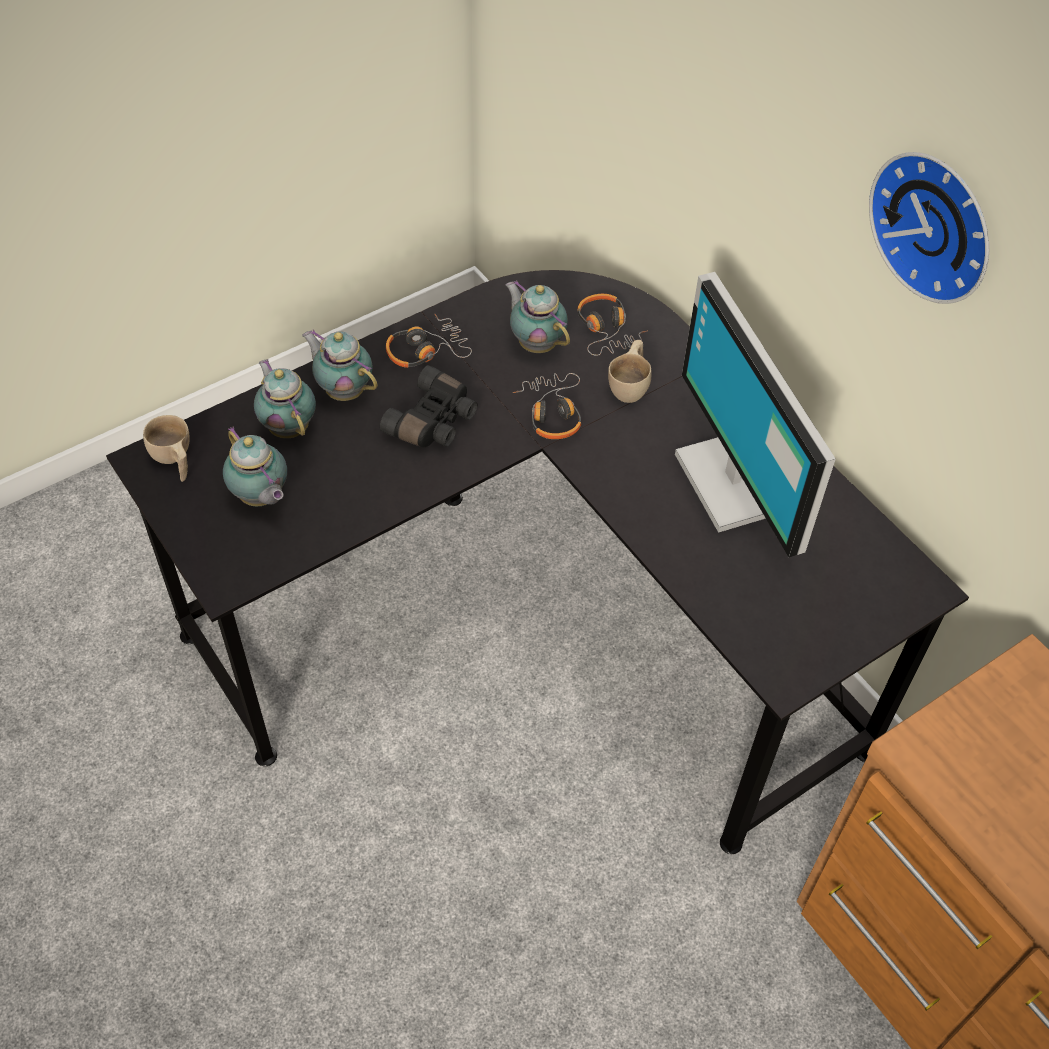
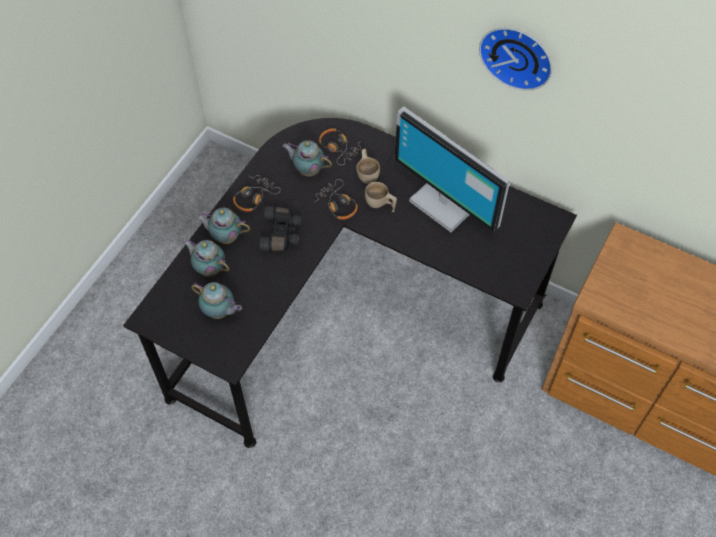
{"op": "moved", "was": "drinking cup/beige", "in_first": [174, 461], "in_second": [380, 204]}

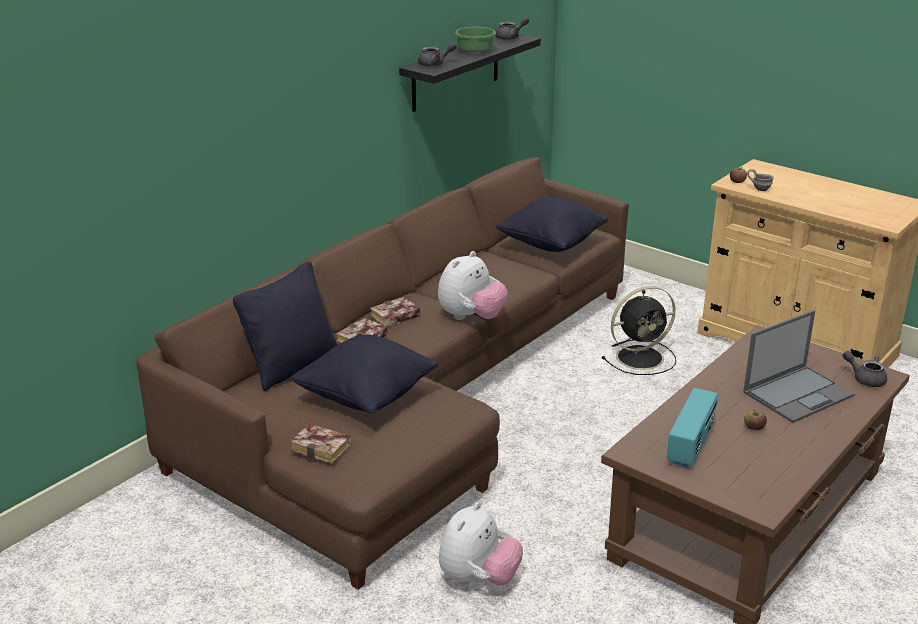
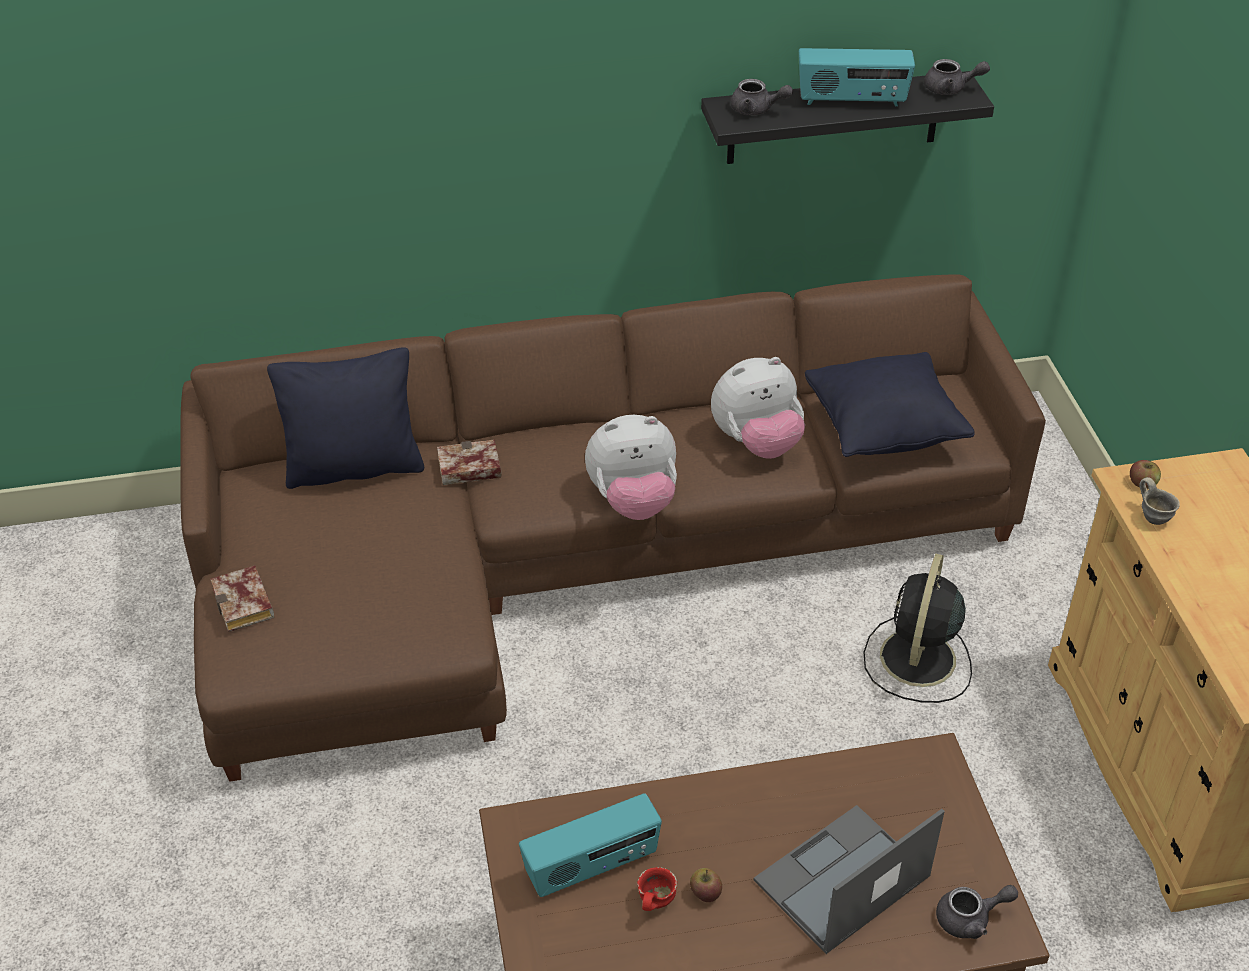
{"op": "added", "now": "coffee mug/red-coloured", "in_second": [653, 902]}
{"op": "moved", "was": "plush toy", "in_first": [478, 579], "in_second": [756, 443]}
{"op": "turned", "was": "portable computer", "in_first": [798, 393], "in_second": [841, 880], "clockwise": 135}
{"op": "replaced", "was": "serving bowl/green-coloured", "now": "radio receiver", "in_first": [474, 51], "in_second": [852, 101]}
{"op": "turned", "was": "cooling fan/blackish", "in_first": [641, 357], "in_second": [917, 660], "clockwise": 90}
{"op": "turned", "was": "tea pot/grey", "in_first": [865, 378], "in_second": [970, 919], "clockwise": 90}
{"op": "removed", "was": "throw pillow/blackish", "in_first": [366, 397]}
{"op": "removed", "was": "book", "in_first": [394, 317]}

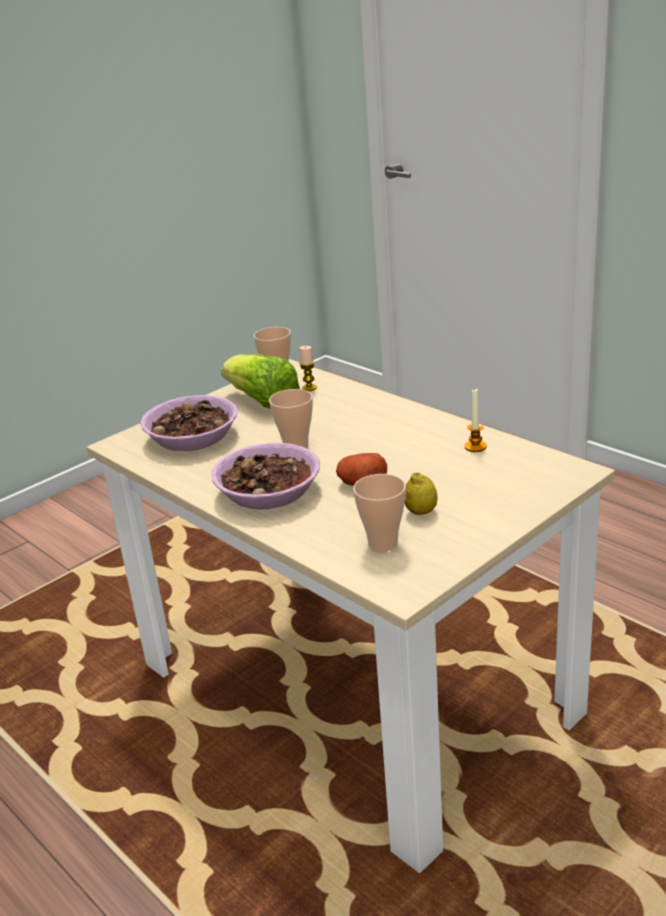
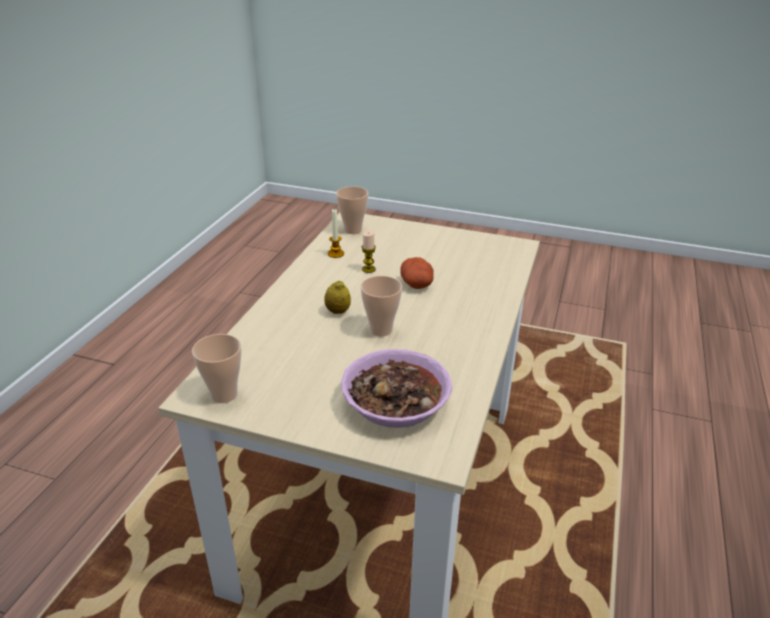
{"op": "moved", "was": "whole lemon", "in_first": [421, 512], "in_second": [338, 311]}
{"op": "moved", "was": "drinking cup", "in_first": [383, 543], "in_second": [353, 230]}
{"op": "moved", "was": "wax light", "in_first": [309, 388], "in_second": [368, 269]}
{"op": "removed", "was": "serving bowl", "in_first": [267, 491]}
{"op": "removed", "was": "lettuce head", "in_first": [262, 402]}

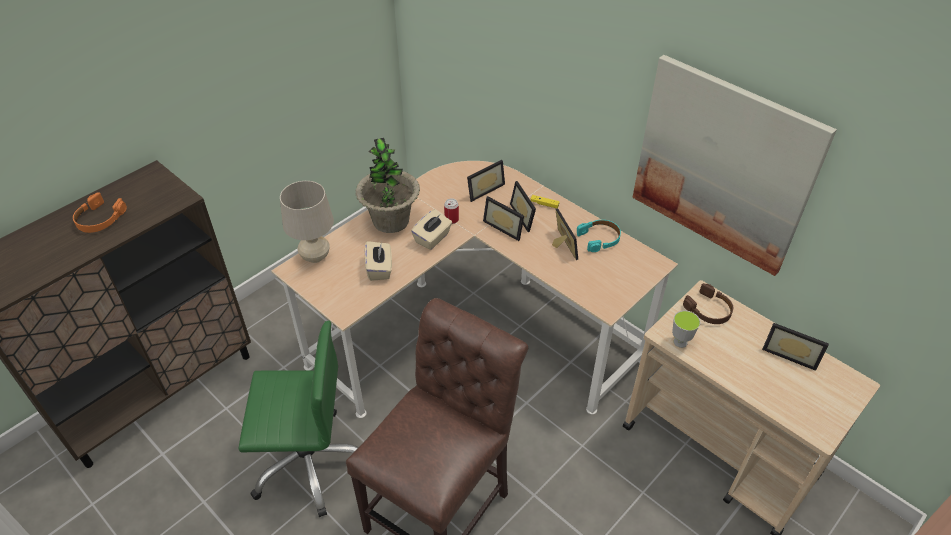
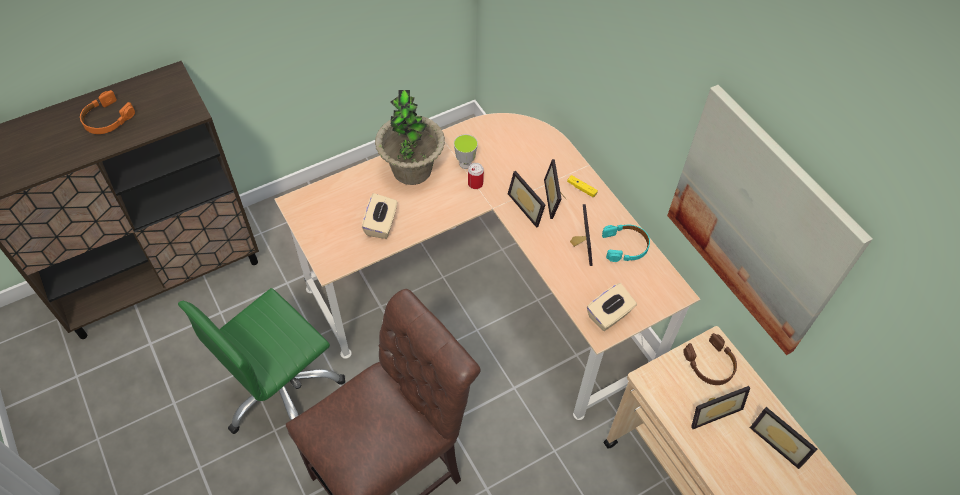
{"op": "turned", "was": "office chair/green-coloured", "in_first": [310, 461], "in_second": [282, 390], "clockwise": 120}
{"op": "moved", "was": "drinking cup", "in_first": [680, 342], "in_second": [465, 164]}
{"op": "moved", "was": "box of tissues/beige", "in_first": [432, 238], "in_second": [609, 315]}
{"op": "moved", "was": "photo frame", "in_first": [483, 189], "in_second": [712, 409]}
{"op": "removed", "was": "tabletop lamp/beige", "in_first": [315, 257]}

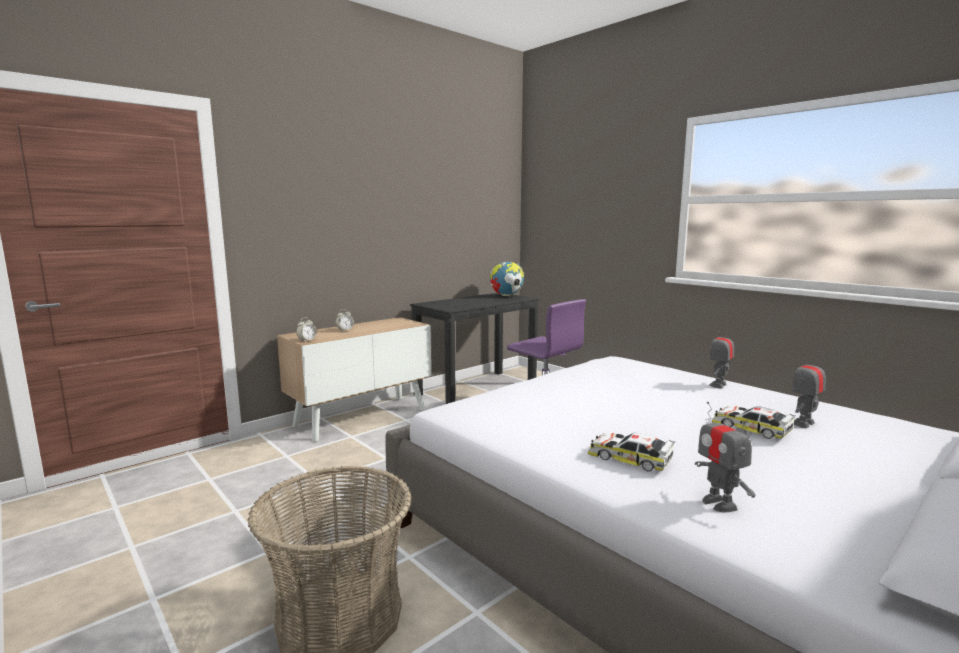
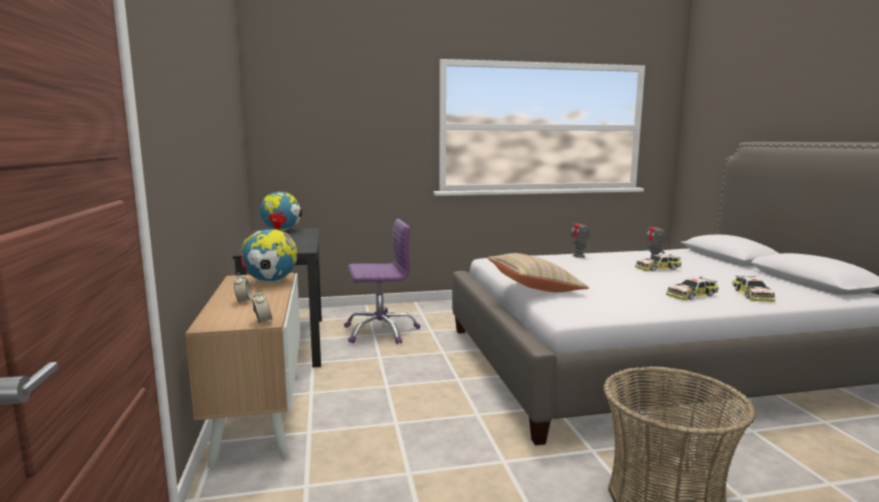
{"op": "added", "now": "world globe", "in_second": [271, 282]}
{"op": "added", "now": "throw pillow/beige", "in_second": [534, 288]}
{"op": "replaced", "was": "robot figure", "now": "toy car", "in_first": [719, 503], "in_second": [752, 295]}

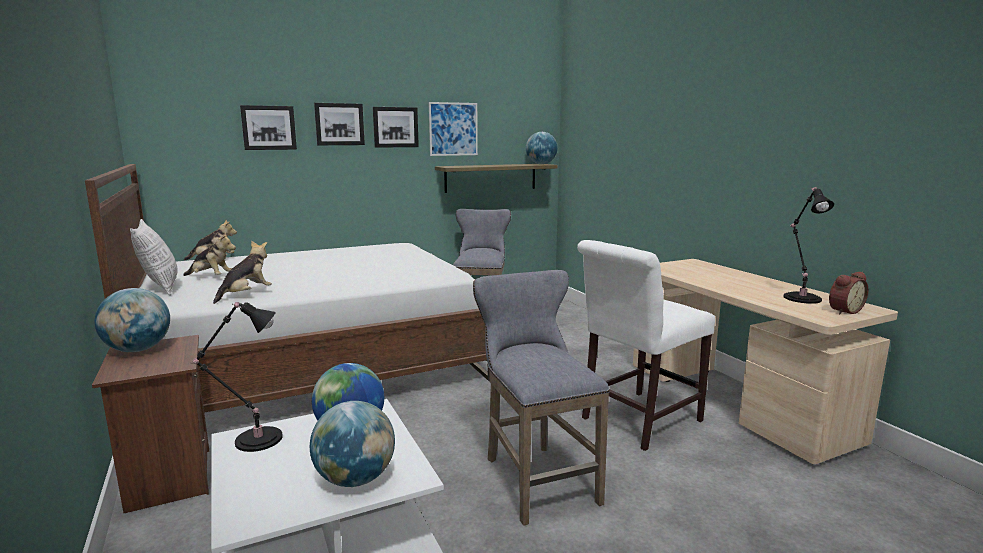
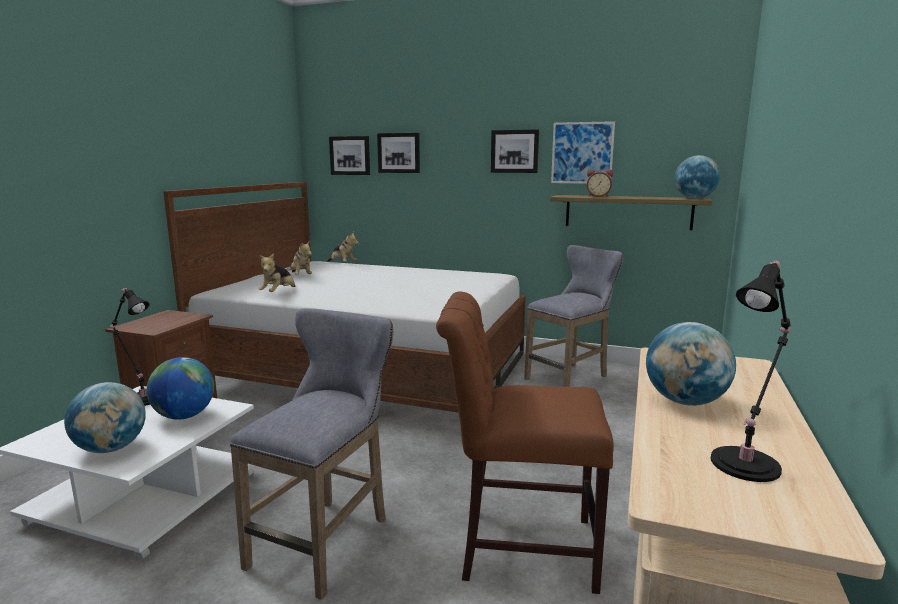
{"op": "turned", "was": "plush toy", "in_first": [246, 295], "in_second": [278, 293], "clockwise": 120}
{"op": "moved", "was": "wall art", "in_first": [339, 124], "in_second": [350, 155]}
{"op": "recoloured", "was": "chair/white", "now": "chair/brown", "in_first": [636, 421], "in_second": [519, 546]}
{"op": "moved", "was": "table clock", "in_first": [843, 311], "in_second": [598, 196]}
{"op": "moved", "was": "world globe", "in_first": [138, 350], "in_second": [685, 402]}
{"op": "removed", "was": "throw pillow", "in_first": [161, 288]}

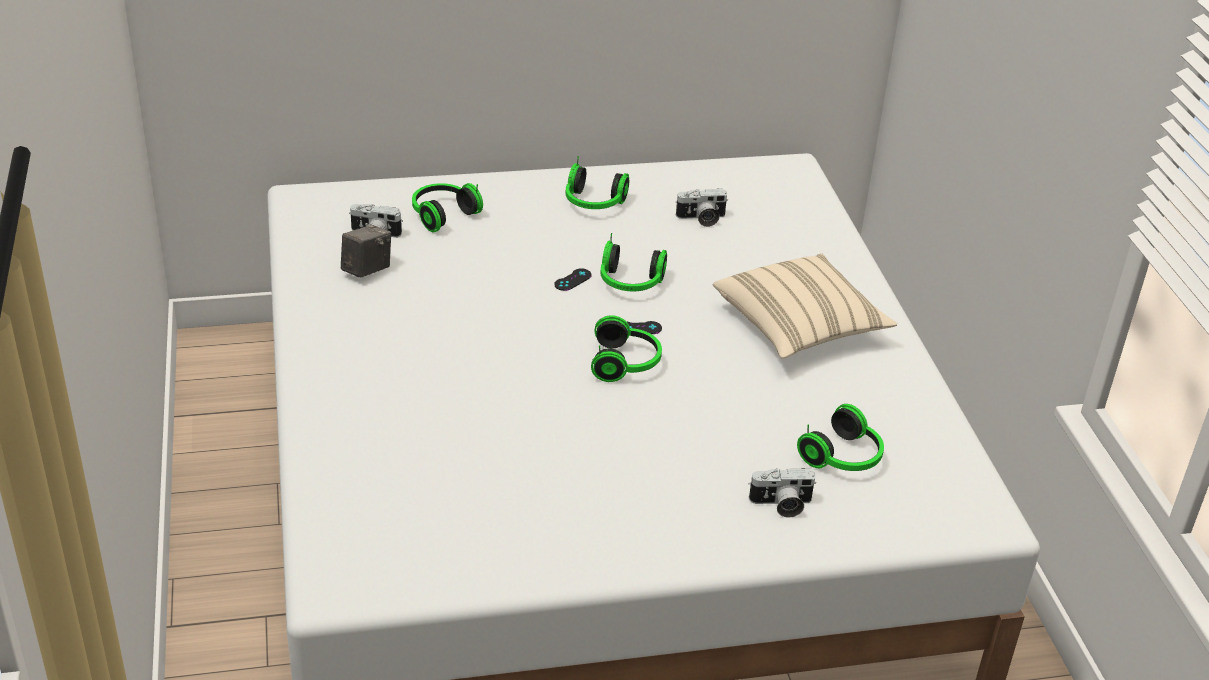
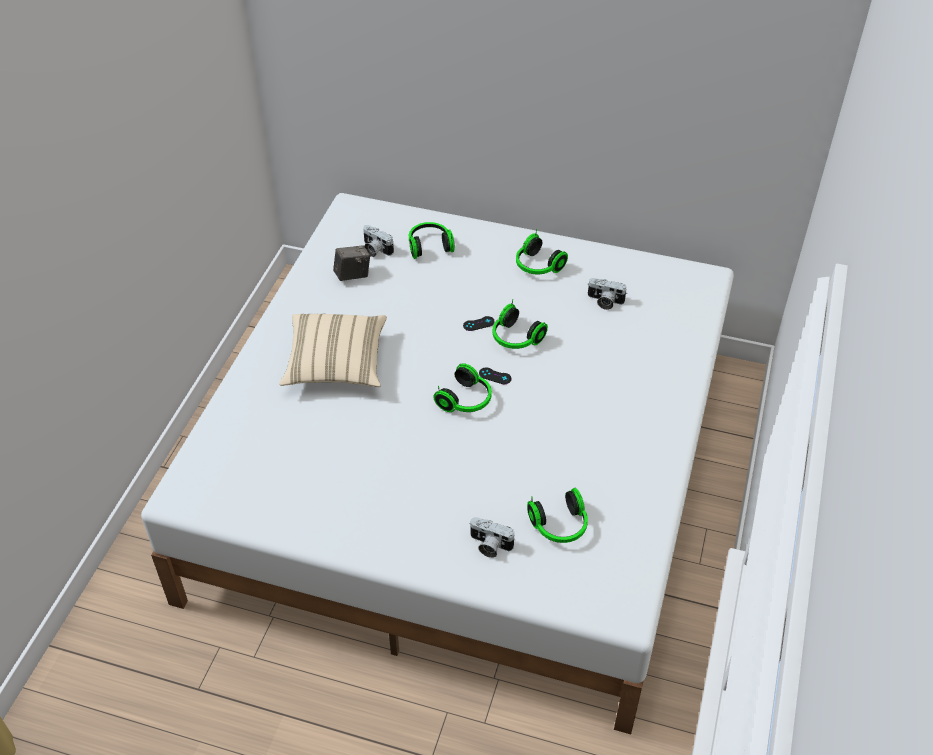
{"op": "moved", "was": "throw pillow/beige", "in_first": [799, 327], "in_second": [336, 364]}

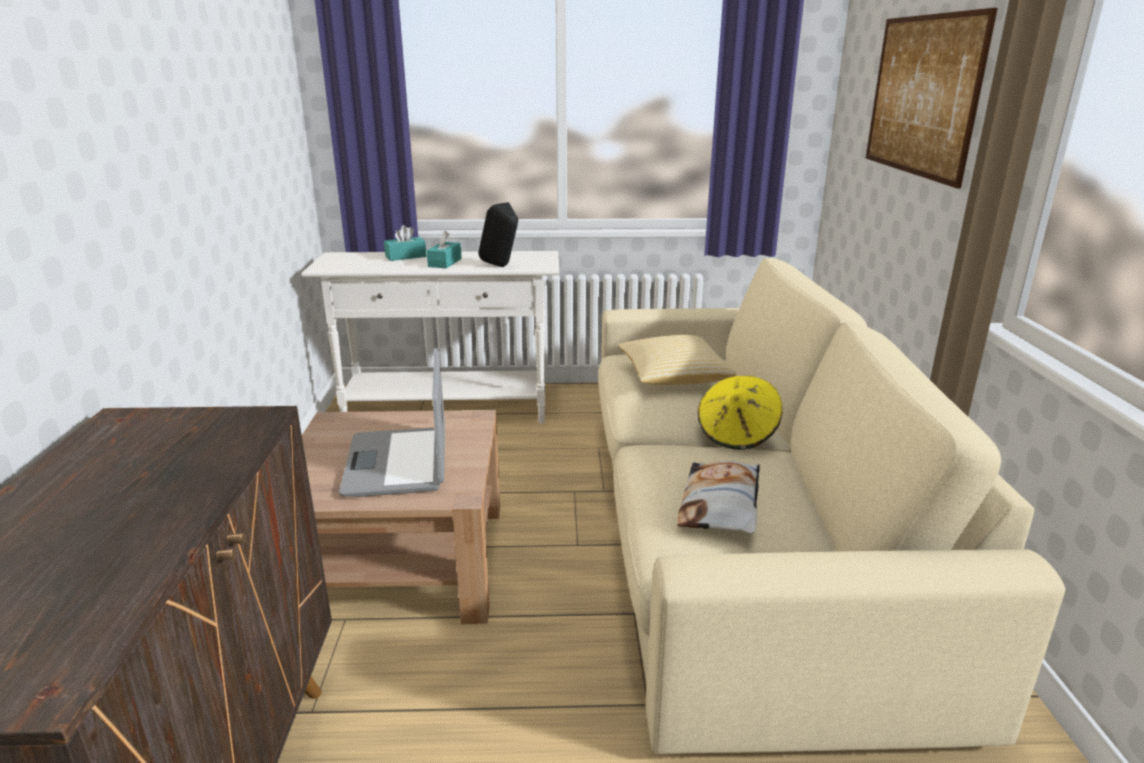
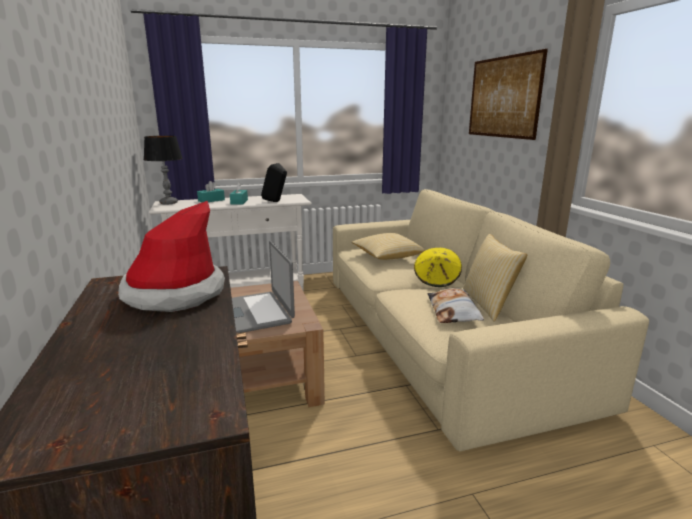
{"op": "added", "now": "wearable hat", "in_second": [174, 293]}
{"op": "added", "now": "tabletop lamp", "in_second": [168, 203]}
{"op": "added", "now": "throw pillow", "in_second": [488, 305]}

